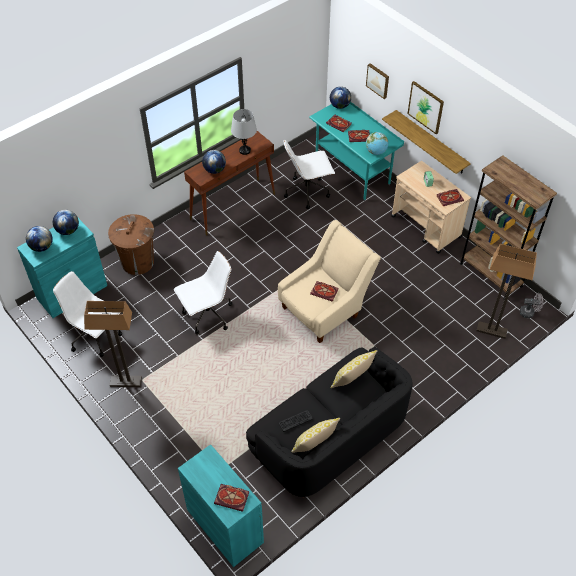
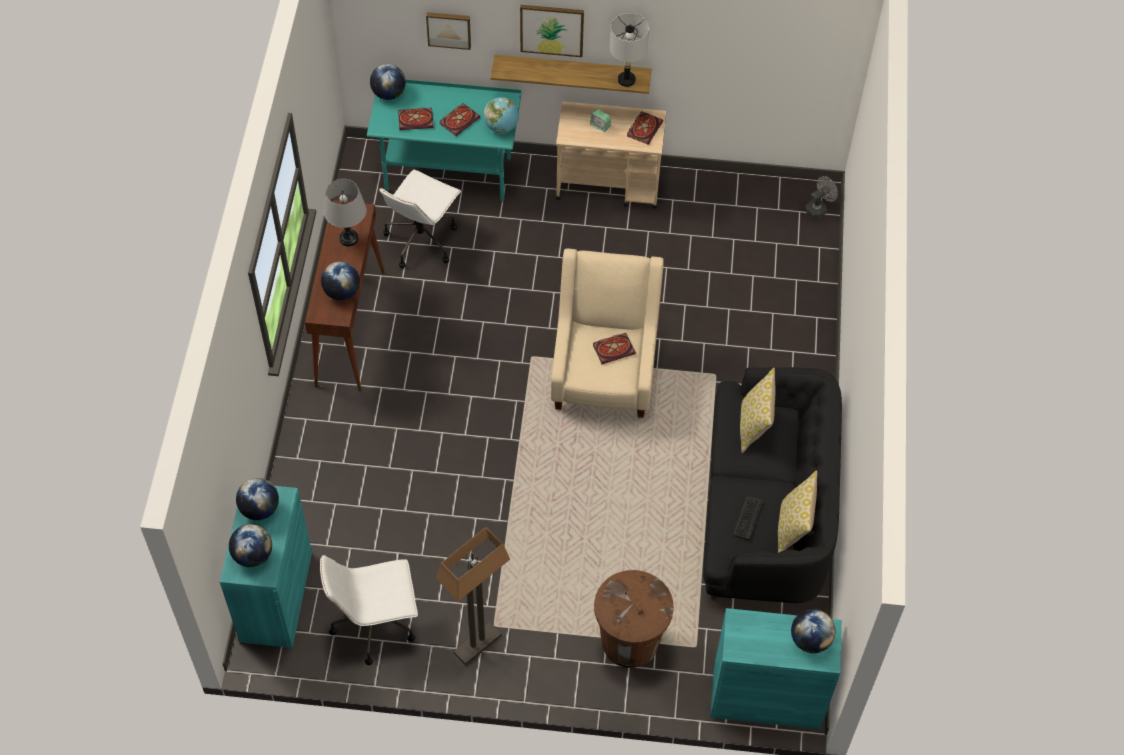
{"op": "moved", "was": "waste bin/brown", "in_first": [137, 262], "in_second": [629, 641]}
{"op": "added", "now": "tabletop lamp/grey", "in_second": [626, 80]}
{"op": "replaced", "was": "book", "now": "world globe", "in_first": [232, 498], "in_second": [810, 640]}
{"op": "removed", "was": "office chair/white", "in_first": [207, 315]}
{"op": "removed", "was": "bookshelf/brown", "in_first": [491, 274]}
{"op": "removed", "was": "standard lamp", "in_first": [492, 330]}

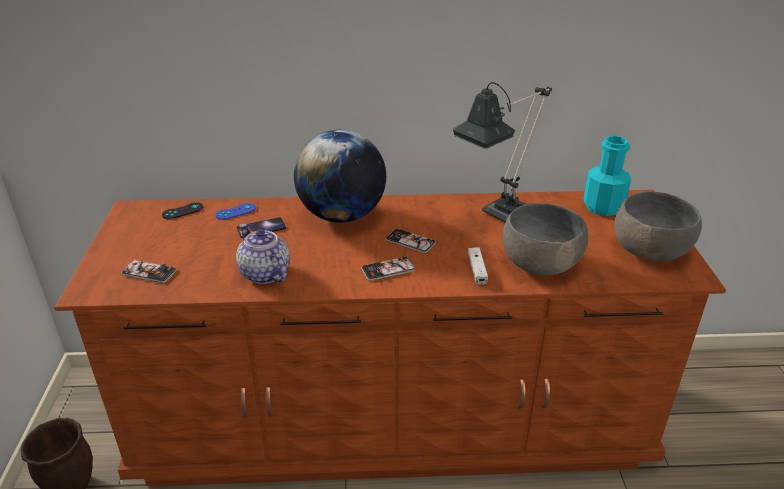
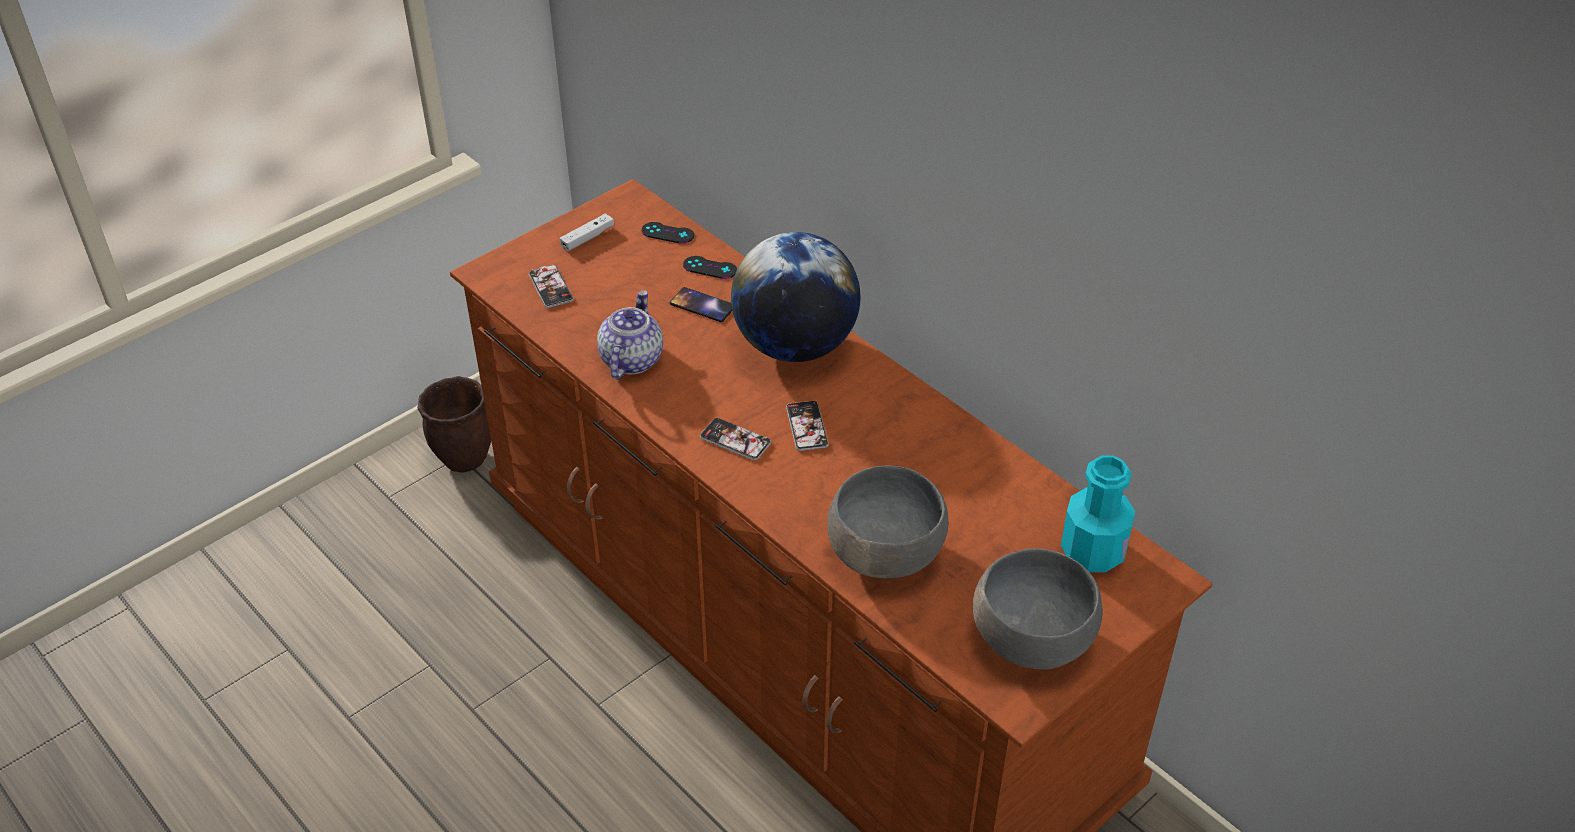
{"op": "moved", "was": "game controller/white", "in_first": [477, 270], "in_second": [587, 238]}
{"op": "recoloured", "was": "game controller/blue", "now": "game controller/blackish", "in_first": [236, 211], "in_second": [710, 268]}
{"op": "removed", "was": "tabletop lamp", "in_first": [500, 217]}

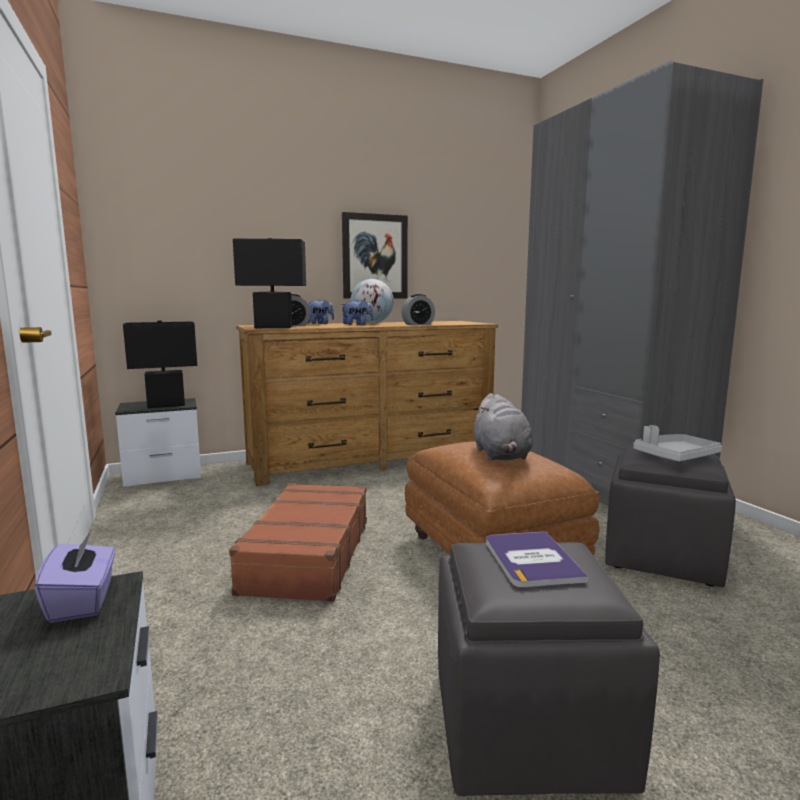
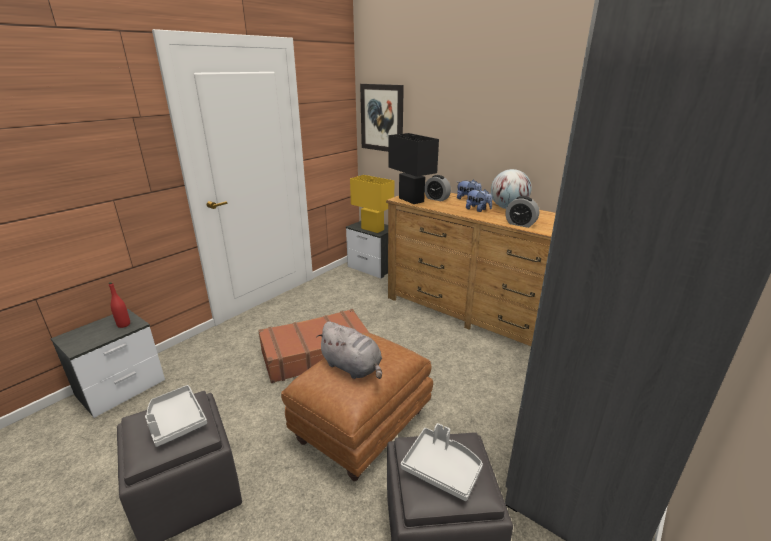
{"op": "replaced", "was": "box of tissues/purple-coloured", "now": "beverage bottle/red-coloured", "in_first": [83, 601], "in_second": [124, 324]}
{"op": "replaced", "was": "book", "now": "carrying tray/grey", "in_first": [531, 560], "in_second": [175, 421]}
{"op": "turned", "was": "plush toy/grey", "in_first": [501, 455], "in_second": [353, 367], "clockwise": -105}
{"op": "recoloured", "was": "tabletop lamp/blackish", "now": "tabletop lamp/yellow-coloured", "in_first": [166, 405], "in_second": [372, 229]}
{"op": "moved", "was": "wall art", "in_first": [375, 256], "in_second": [382, 118]}

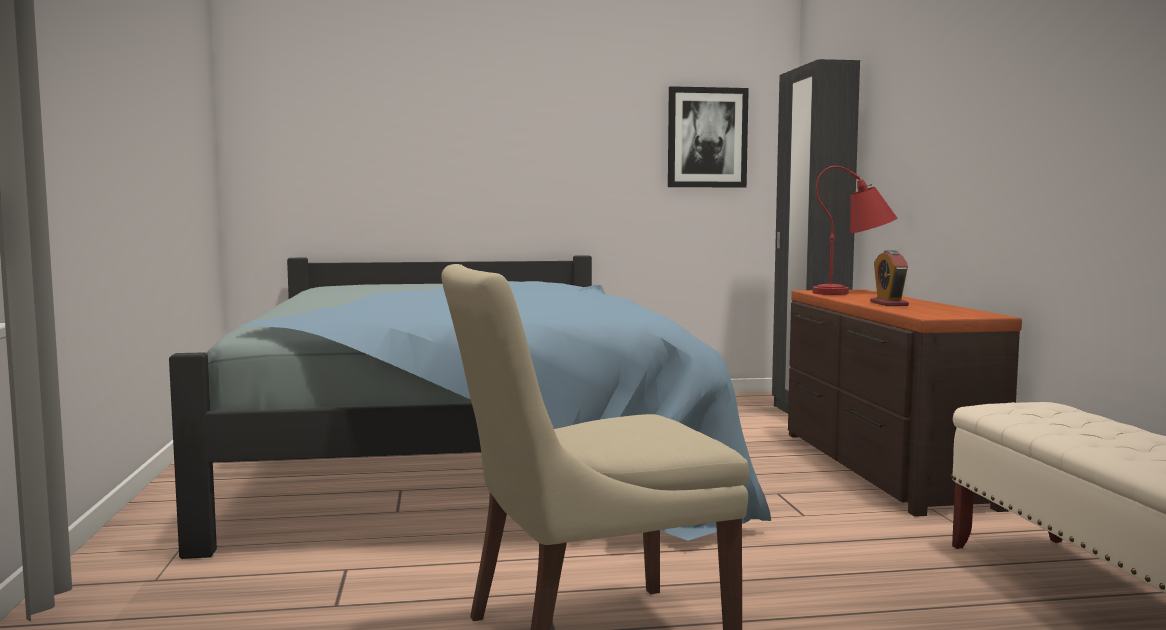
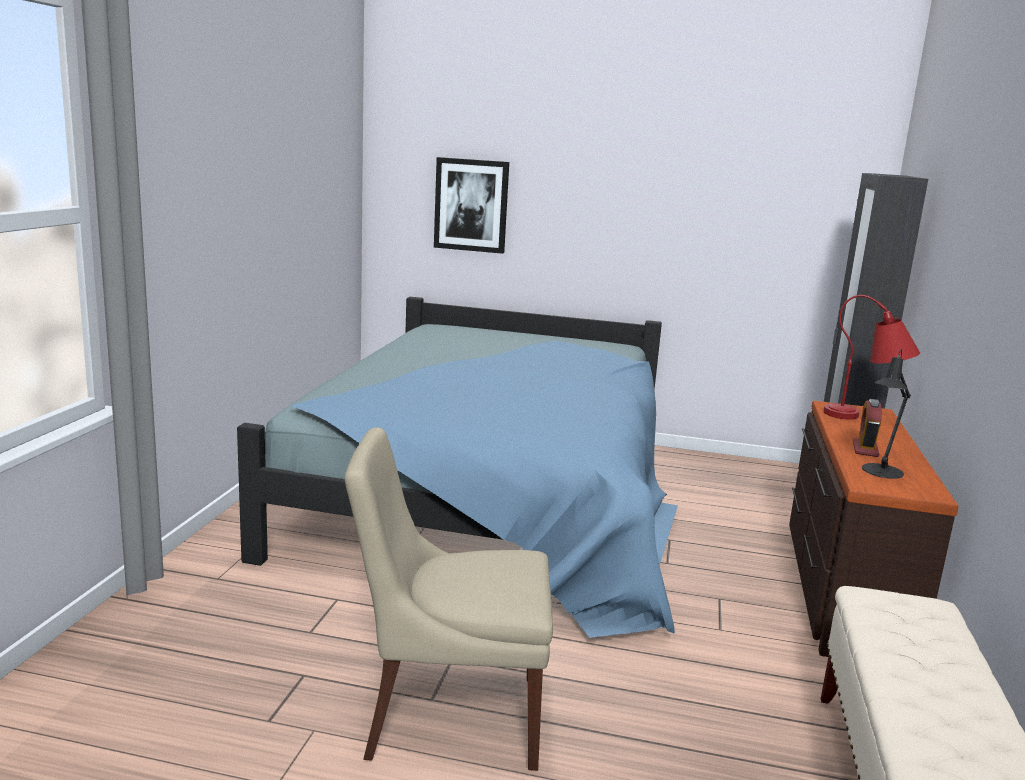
{"op": "moved", "was": "wall art", "in_first": [707, 137], "in_second": [471, 205]}
{"op": "added", "now": "tabletop lamp/blackish", "in_second": [880, 472]}

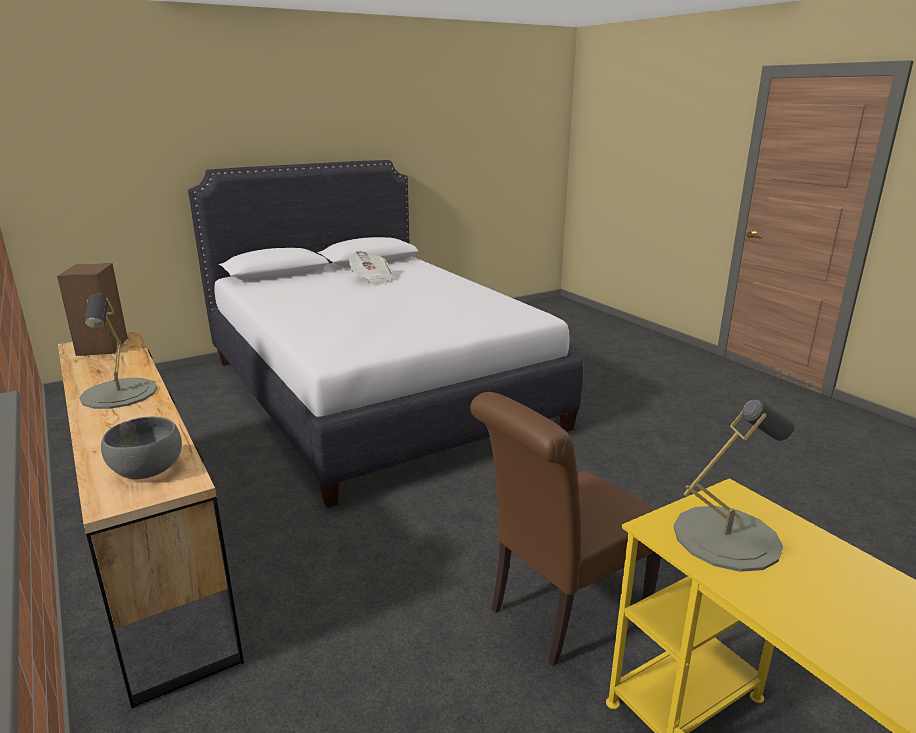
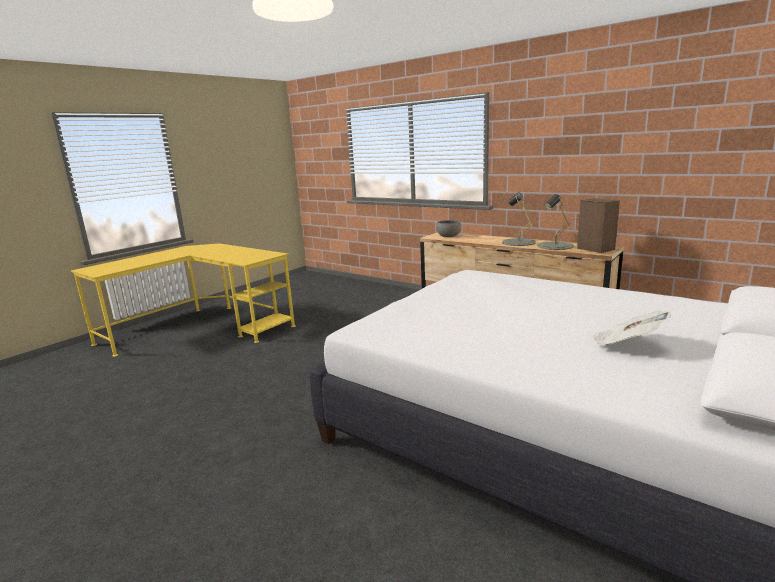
{"op": "moved", "was": "tabletop lamp/grey", "in_first": [726, 537], "in_second": [555, 246]}
{"op": "removed", "was": "chair/brown", "in_first": [562, 611]}

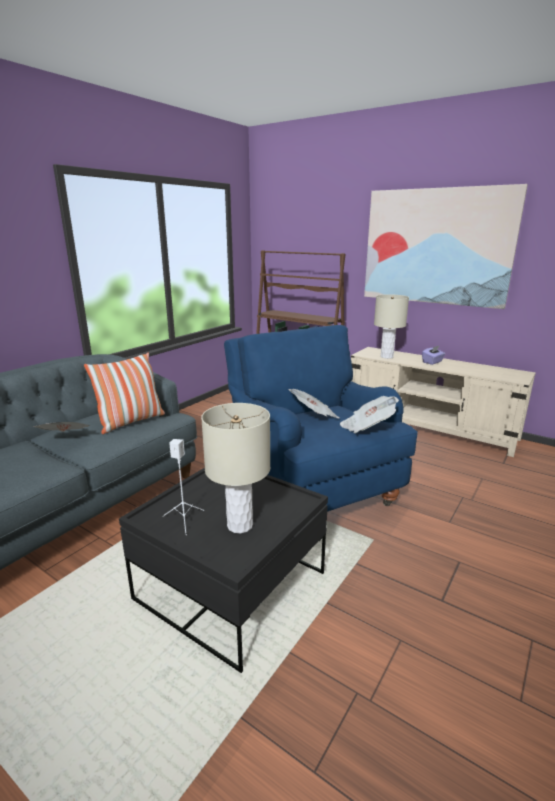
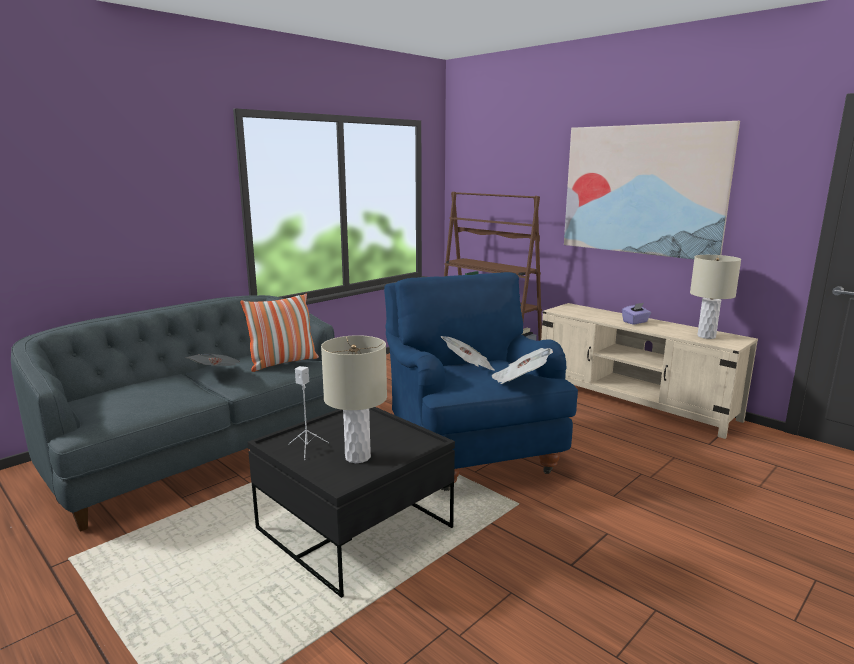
{"op": "moved", "was": "tabletop lamp/beige", "in_first": [386, 357], "in_second": [706, 336]}

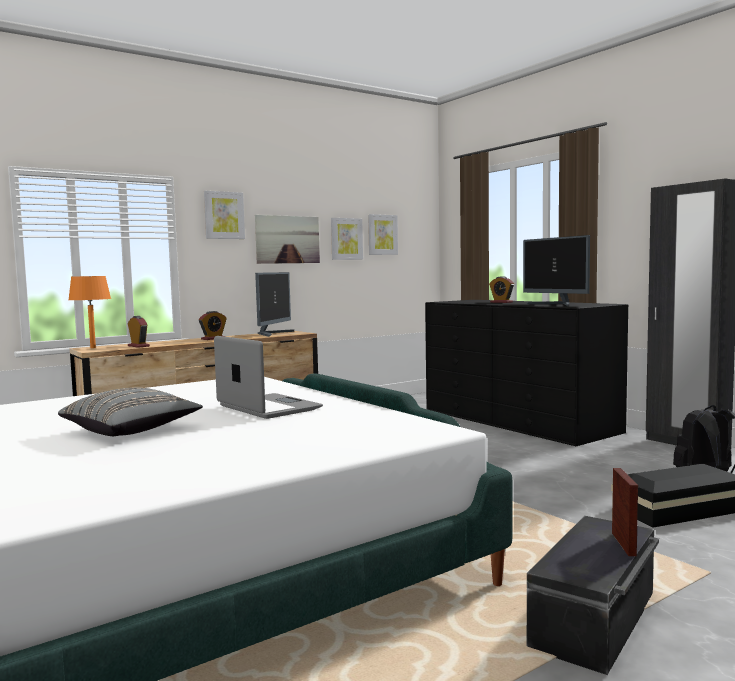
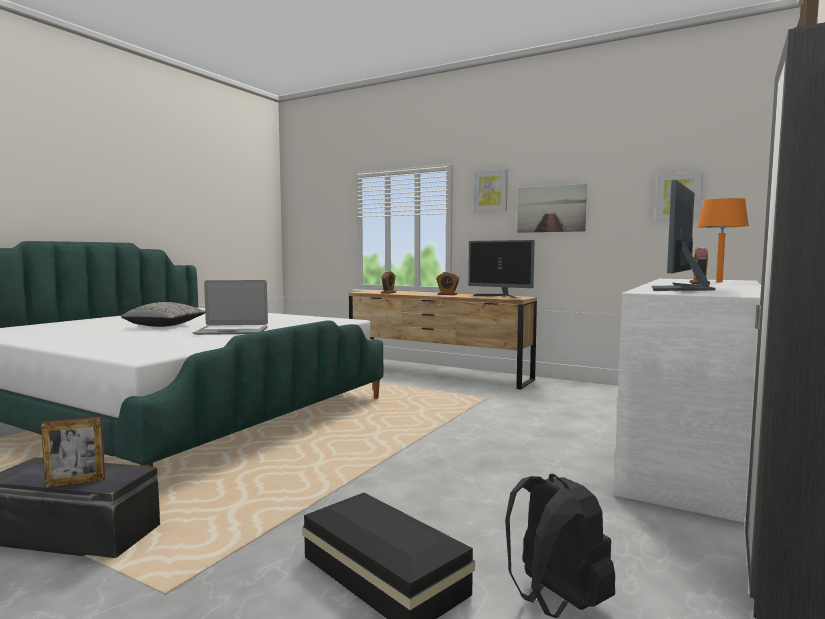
{"op": "turned", "was": "portable computer", "in_first": [268, 407], "in_second": [232, 331], "clockwise": 60}
{"op": "turned", "was": "computer screen", "in_first": [272, 334], "in_second": [500, 296], "clockwise": 45}
{"op": "recoloured", "was": "drawer chest/blackish", "now": "drawer chest/white", "in_first": [517, 420], "in_second": [691, 453]}
{"op": "moved", "was": "tabletop lamp/orange", "in_first": [93, 347], "in_second": [719, 282]}
{"op": "removed", "was": "wall art", "in_first": [346, 239]}

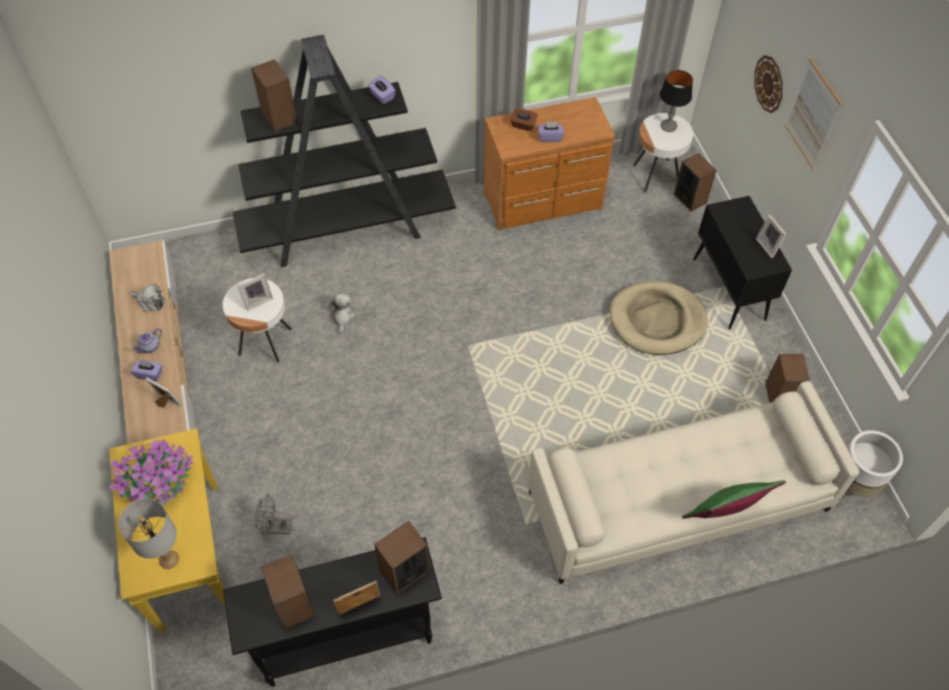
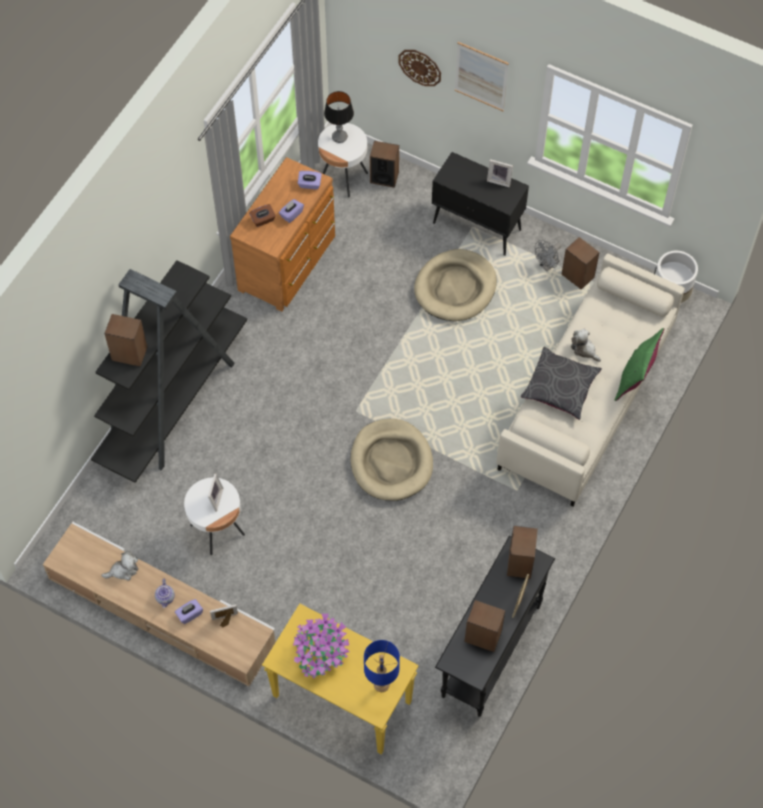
{"op": "moved", "was": "box of tissues/purple-coloured", "in_first": [382, 96], "in_second": [309, 184]}
{"op": "added", "now": "pet bed/beige", "in_second": [391, 462]}
{"op": "recoloured", "was": "tabletop lamp/grey", "now": "tabletop lamp/blue", "in_first": [168, 559], "in_second": [381, 684]}
{"op": "added", "now": "throw pillow/grey", "in_second": [560, 387]}
{"op": "moved", "was": "cooling fan/grey", "in_first": [275, 528], "in_second": [547, 265]}
{"op": "moved", "was": "plush toy", "in_first": [342, 317], "in_second": [584, 349]}

